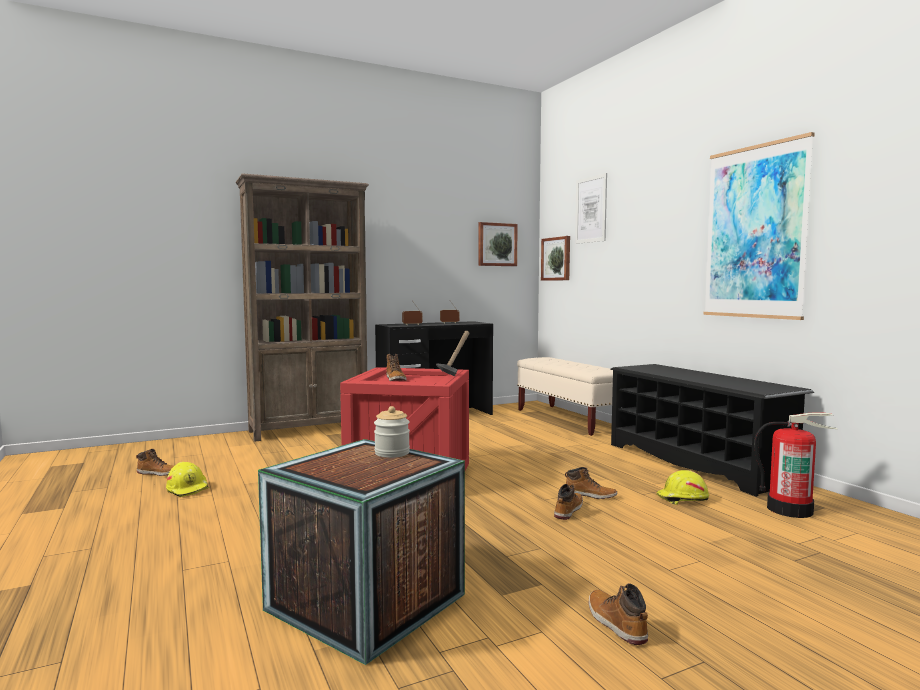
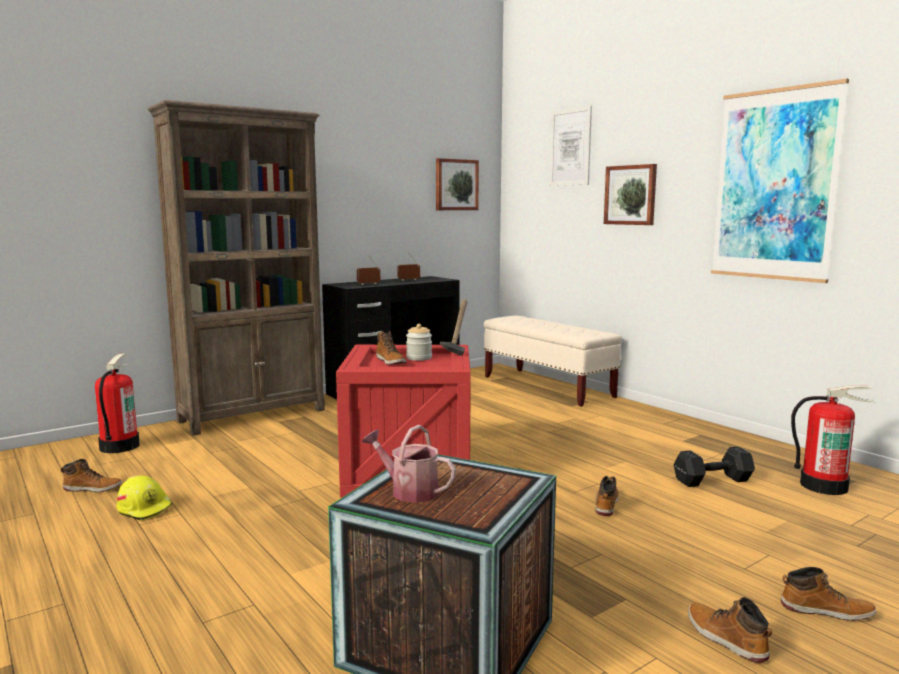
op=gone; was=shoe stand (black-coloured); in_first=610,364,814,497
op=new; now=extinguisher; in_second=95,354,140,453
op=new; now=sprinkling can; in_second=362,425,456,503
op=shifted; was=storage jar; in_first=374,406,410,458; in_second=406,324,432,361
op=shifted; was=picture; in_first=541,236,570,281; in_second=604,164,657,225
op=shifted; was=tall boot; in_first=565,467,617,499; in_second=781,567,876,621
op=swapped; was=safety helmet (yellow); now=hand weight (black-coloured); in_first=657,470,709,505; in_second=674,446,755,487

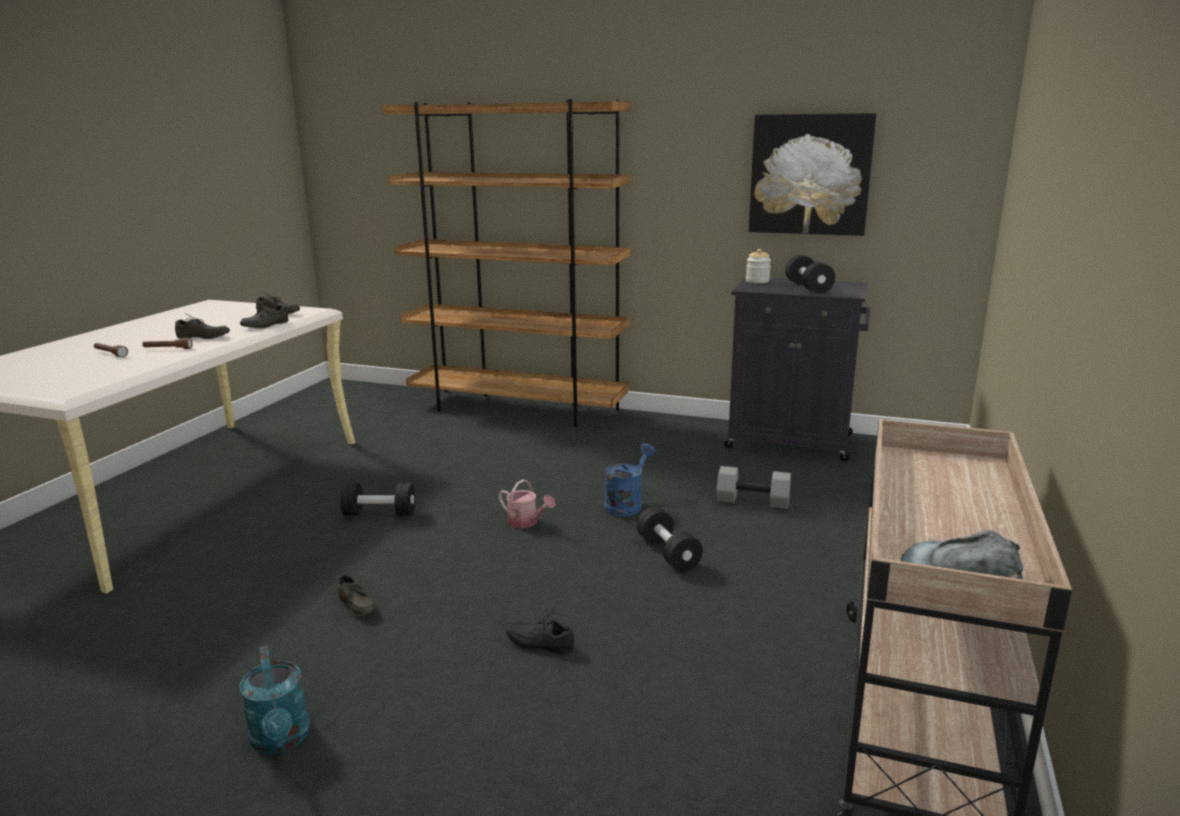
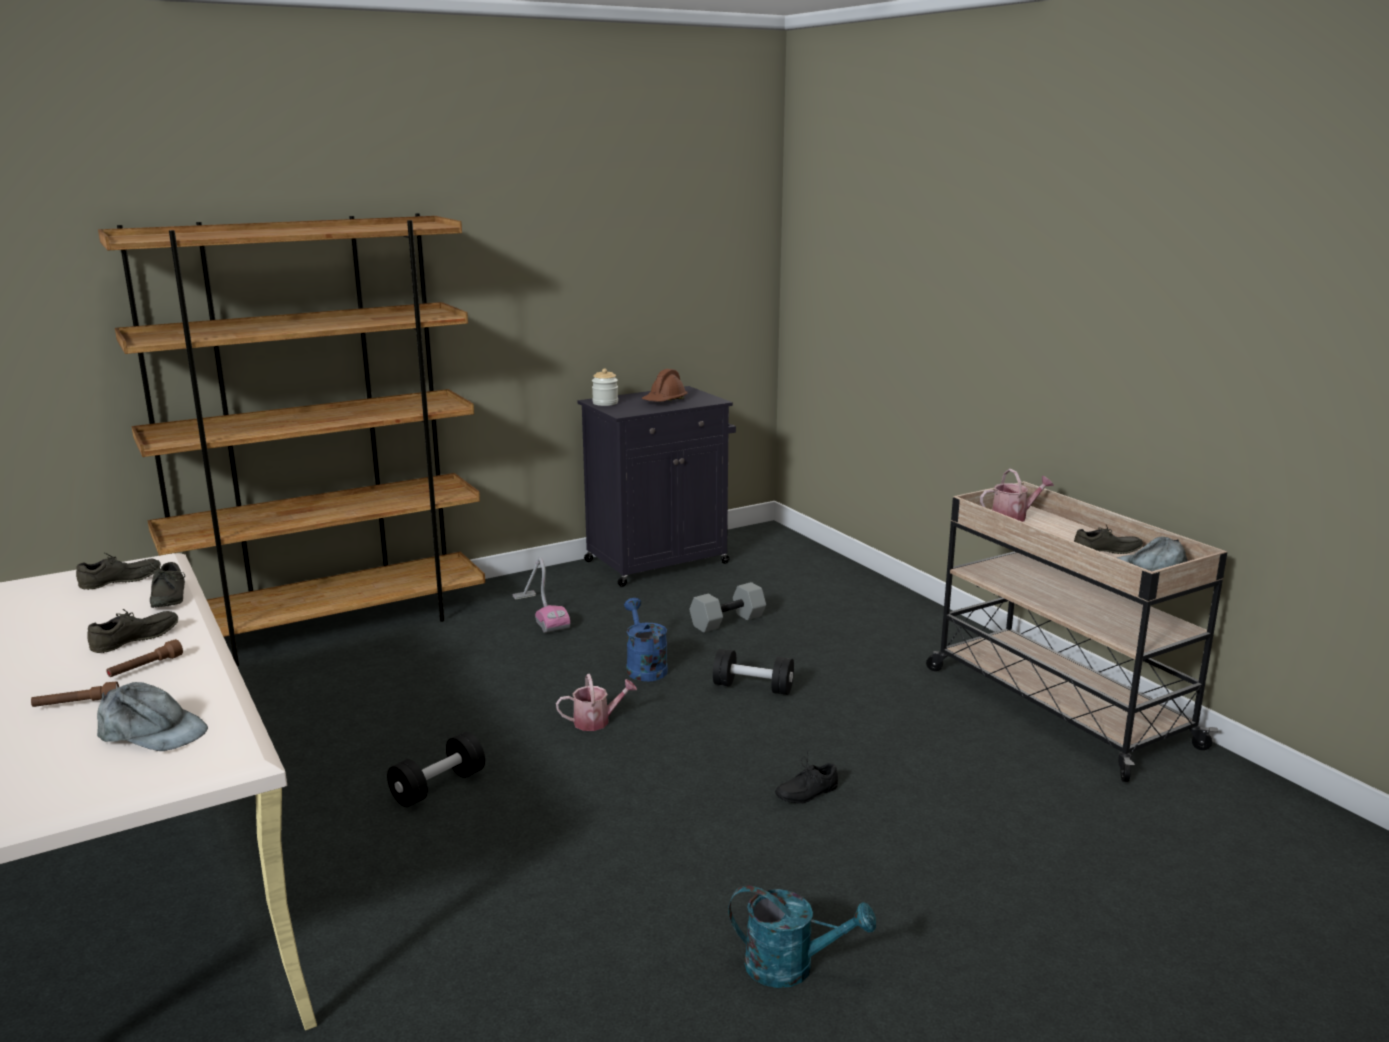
op=gone; was=picture; in_first=749,113,876,236
op=new; now=peaked cap (gray); in_second=97,682,208,751
op=new; now=hoover; in_second=512,557,570,633
op=new; now=sprinkling can; in_second=980,469,1054,522
op=shifted; was=shoe (gray); in_first=332,574,377,617; in_second=1074,525,1143,554
op=swapped; was=hand weight (black-coloured); now=safety helmet (brown-coloured); in_first=785,255,835,294; in_second=642,369,688,402

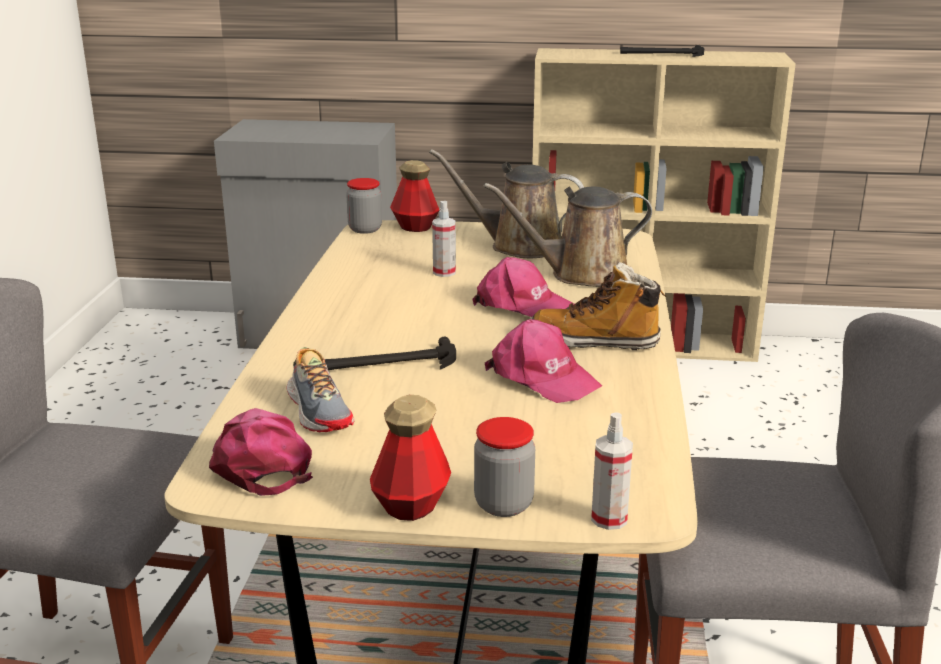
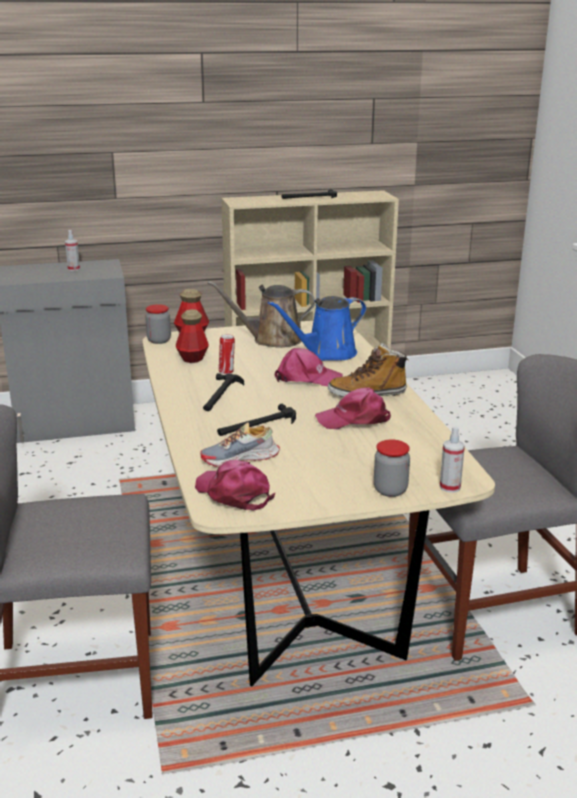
op=new; now=hand hammer; in_second=203,373,244,411
op=new; now=can; in_second=219,334,235,374
op=shifted; was=beverage bottle; in_first=370,395,451,521; in_second=176,309,209,363
op=shifted; was=spray bottle; in_first=432,201,456,277; in_second=65,230,80,271
op=repainted; was=sprinkling can (brown-coloured); now=sprinkling can (bluish); in_first=484,183,652,287; in_second=268,296,367,361
op=rotated; was=shoe; in_first=287,347,354,432; in_second=200,422,280,467; clockwise=120
op=rotated; was=peaked cap (pinkish); in_first=485,319,602,403; in_second=315,387,391,429; clockwise=150

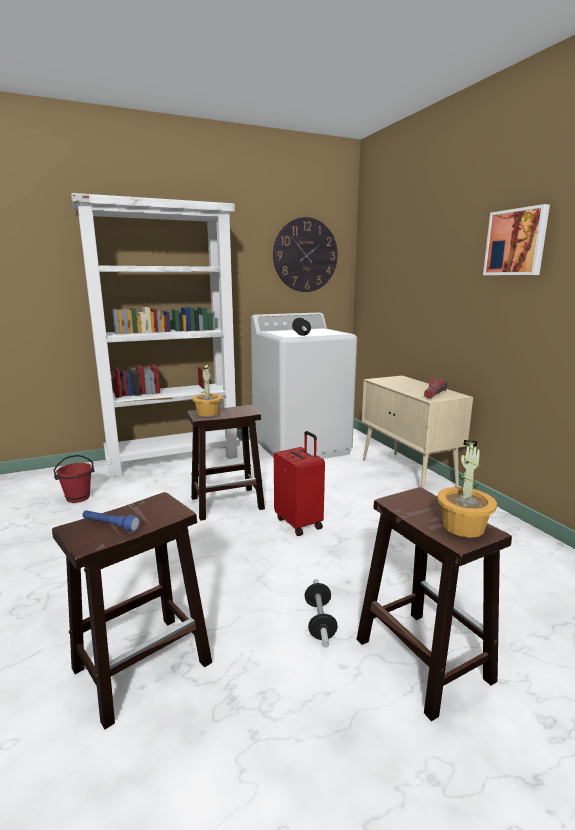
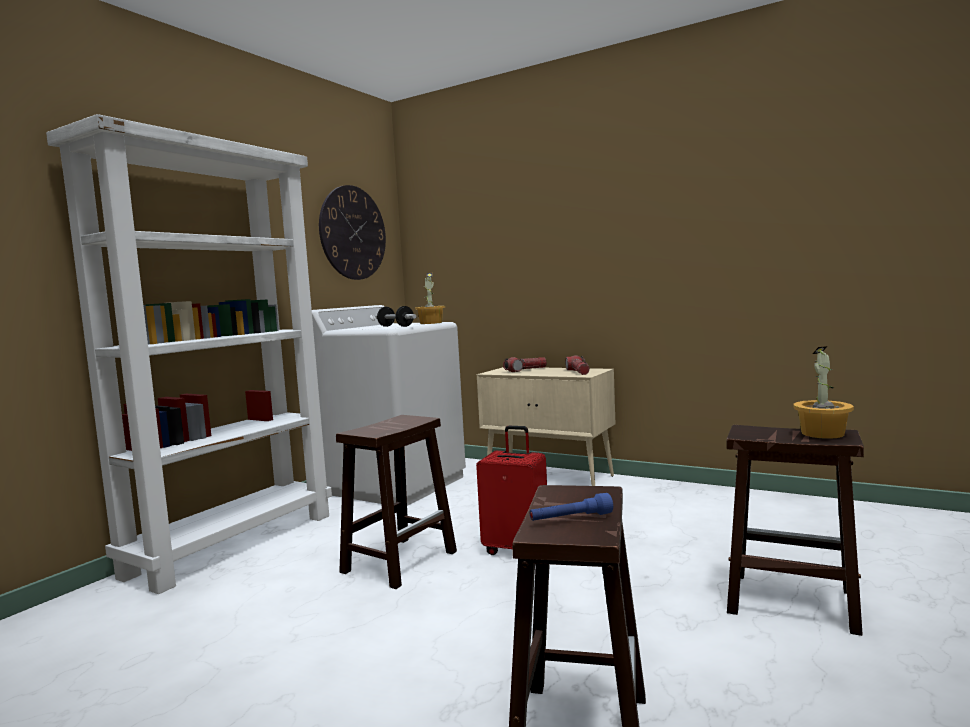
op=gone; was=pail (reddish); in_first=54,455,95,503
op=gone; was=hand weight; in_first=305,579,338,648
op=gone; was=picture; in_first=483,204,550,275
op=new; now=hand torch; in_second=503,357,547,372
op=shifted; was=houseplant; in_first=192,364,223,417; in_second=415,273,445,324

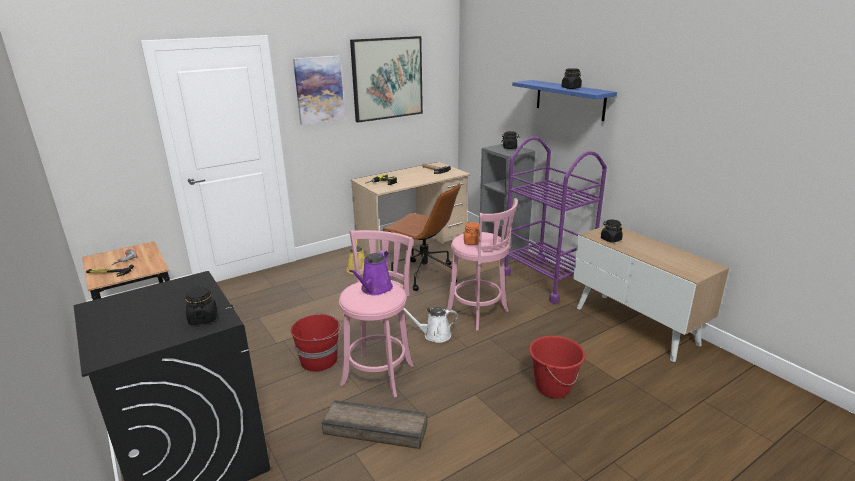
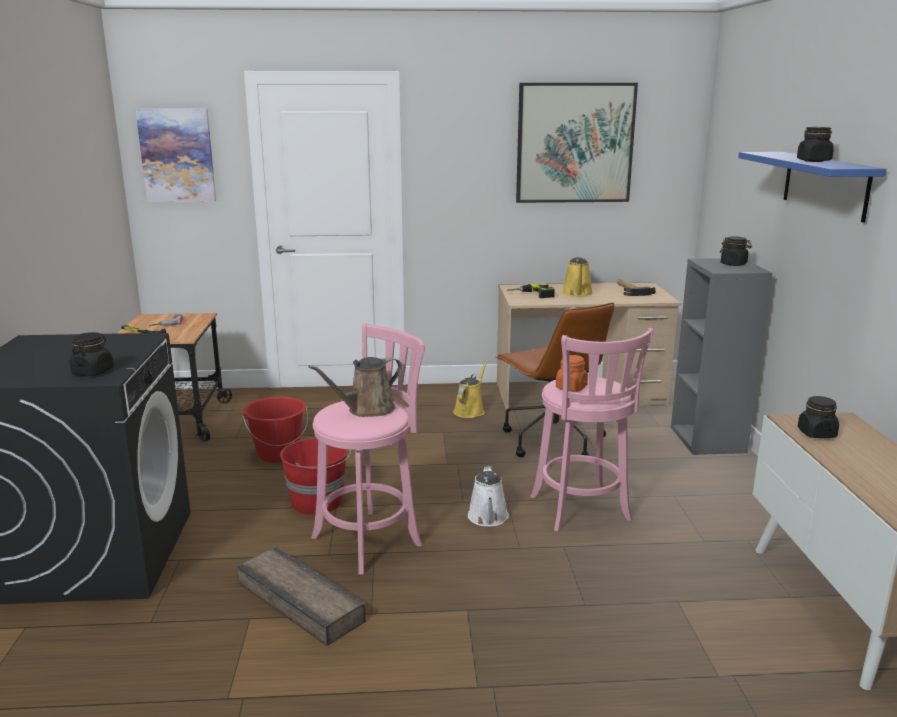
op=gone; was=wheeled cart (purplish); in_first=504,137,607,304
op=new; now=sprinkling can (yellow); in_second=562,257,593,297
op=shifted; was=picture; in_first=293,56,345,125; in_second=135,108,216,202
op=shifted; was=pail (reddish); in_first=529,336,585,399; in_second=243,396,308,463
op=repainted; was=sprinkling can (purplish); now=sprinkling can (brown-coloured); in_first=349,250,393,295; in_second=308,357,402,417
op=rotated; was=sprinkling can (white-coloured); in_first=404,307,458,343; in_second=468,466,509,527; clockwise=-120

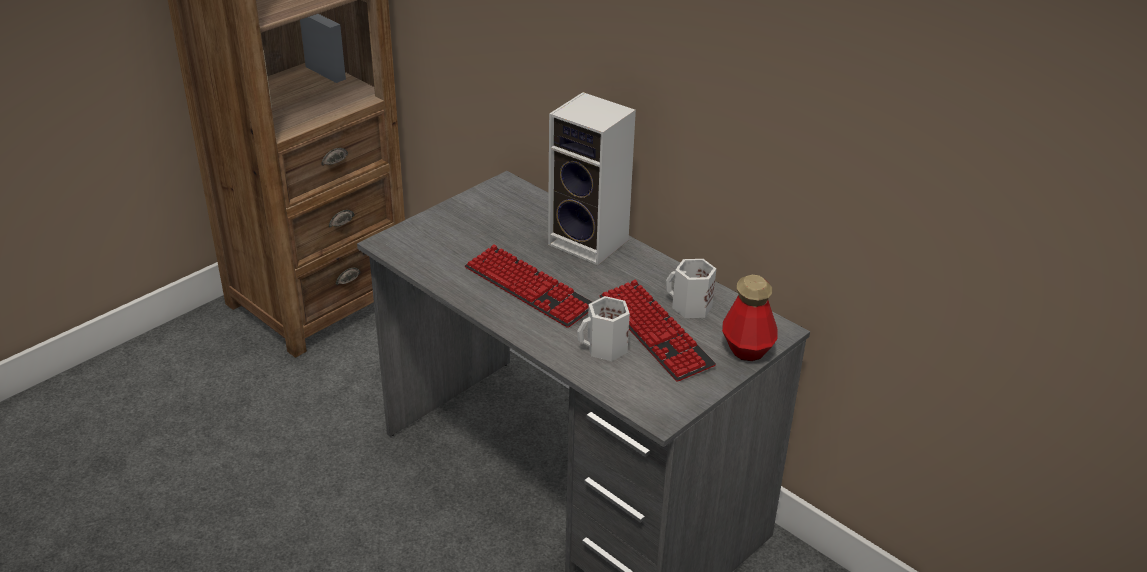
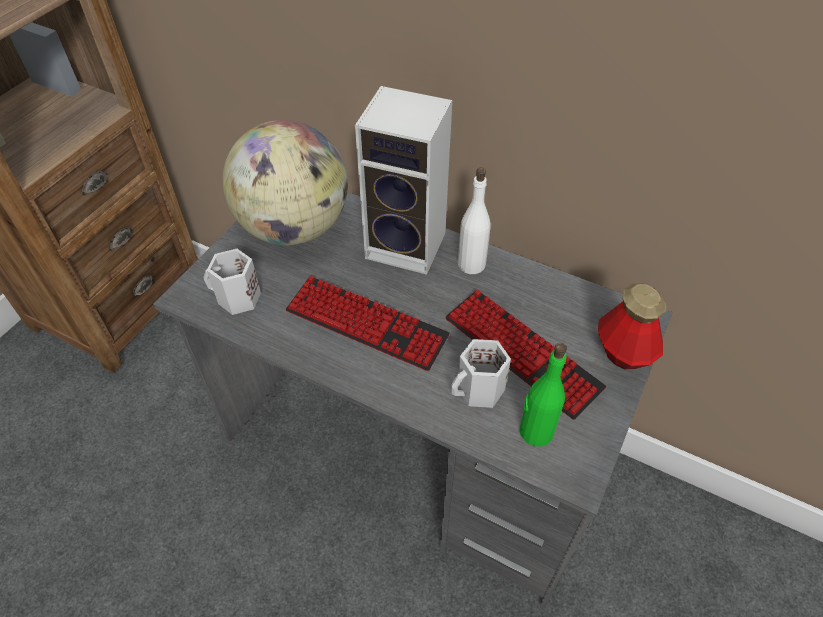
op=new; now=globe; in_second=222,120,348,245
op=new; now=beverage bottle (white-coloured); in_second=458,168,491,274
op=new; now=beverage bottle (green-coloured); in_second=520,343,567,446
op=shifted; was=coffee mug (white-coloured); in_first=666,259,716,318; in_second=203,249,261,315

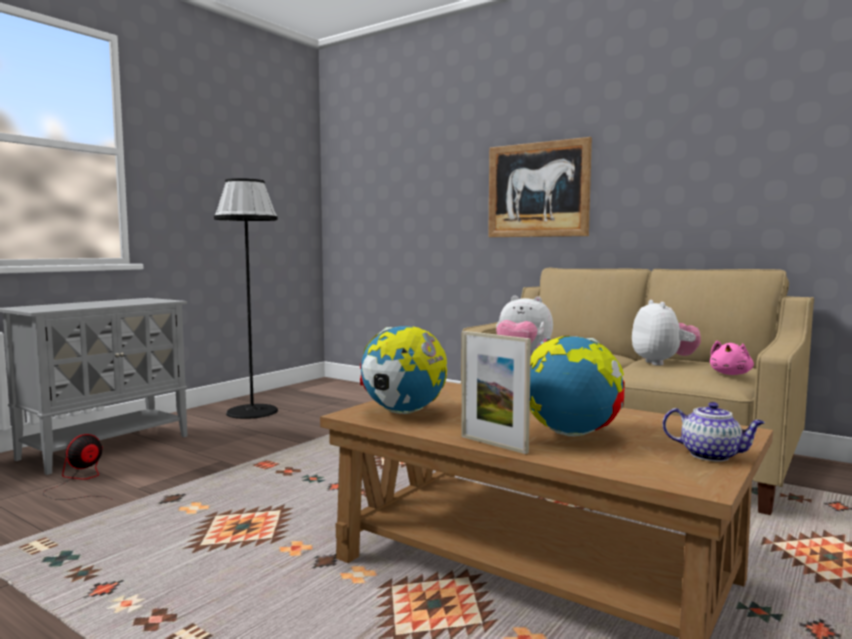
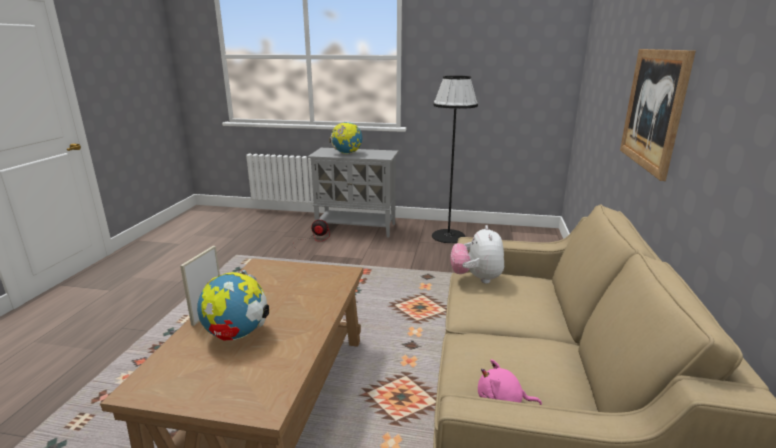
op=gone; was=cuddly toy; in_first=632,300,701,366
op=gone; was=tea pot; in_first=663,402,765,462
op=shifted; was=globe; in_first=360,326,447,414; in_second=330,122,362,154

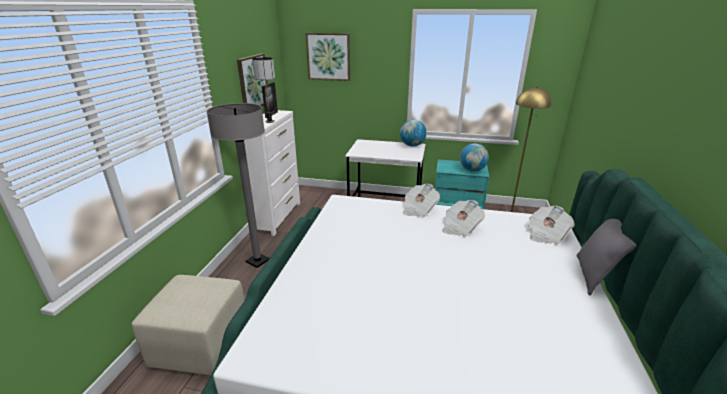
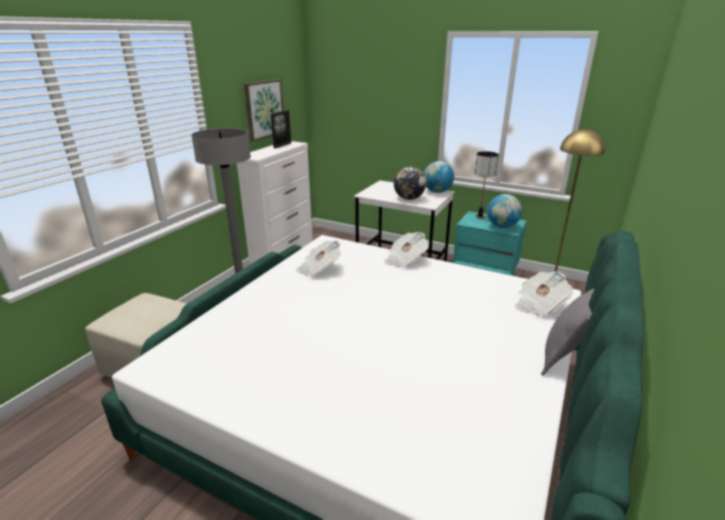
op=gone; was=picture; in_first=305,33,350,81
op=new; now=globe; in_second=394,167,426,200
op=shifted; was=lamp for a table; in_first=252,57,275,123; in_second=475,151,499,219
op=shifted; was=daily paper; in_first=442,200,485,237; in_second=296,241,341,277

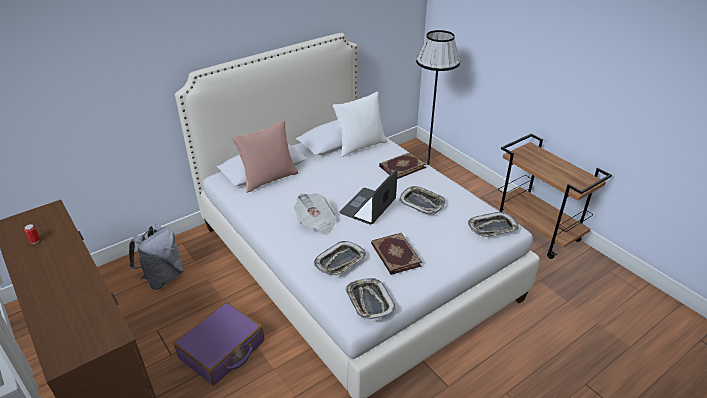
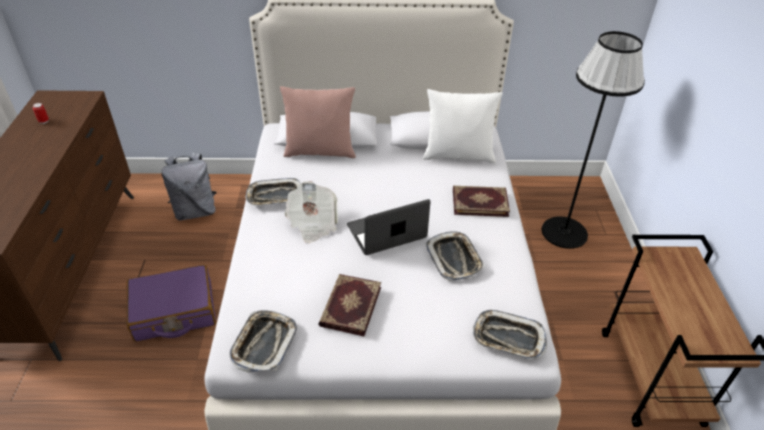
op=shifted; was=serving tray; in_first=314,241,366,276; in_second=245,178,301,206

